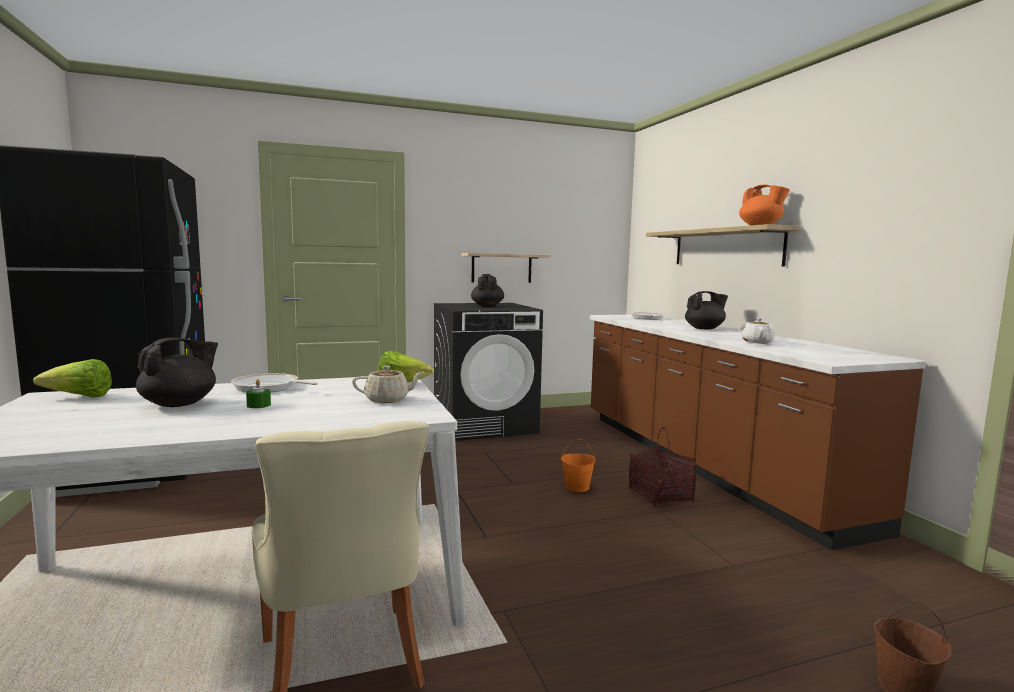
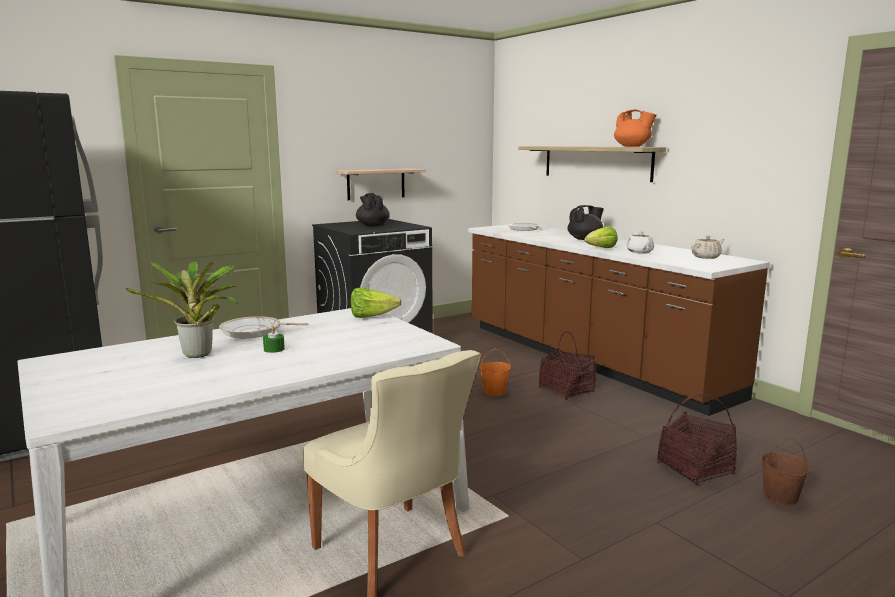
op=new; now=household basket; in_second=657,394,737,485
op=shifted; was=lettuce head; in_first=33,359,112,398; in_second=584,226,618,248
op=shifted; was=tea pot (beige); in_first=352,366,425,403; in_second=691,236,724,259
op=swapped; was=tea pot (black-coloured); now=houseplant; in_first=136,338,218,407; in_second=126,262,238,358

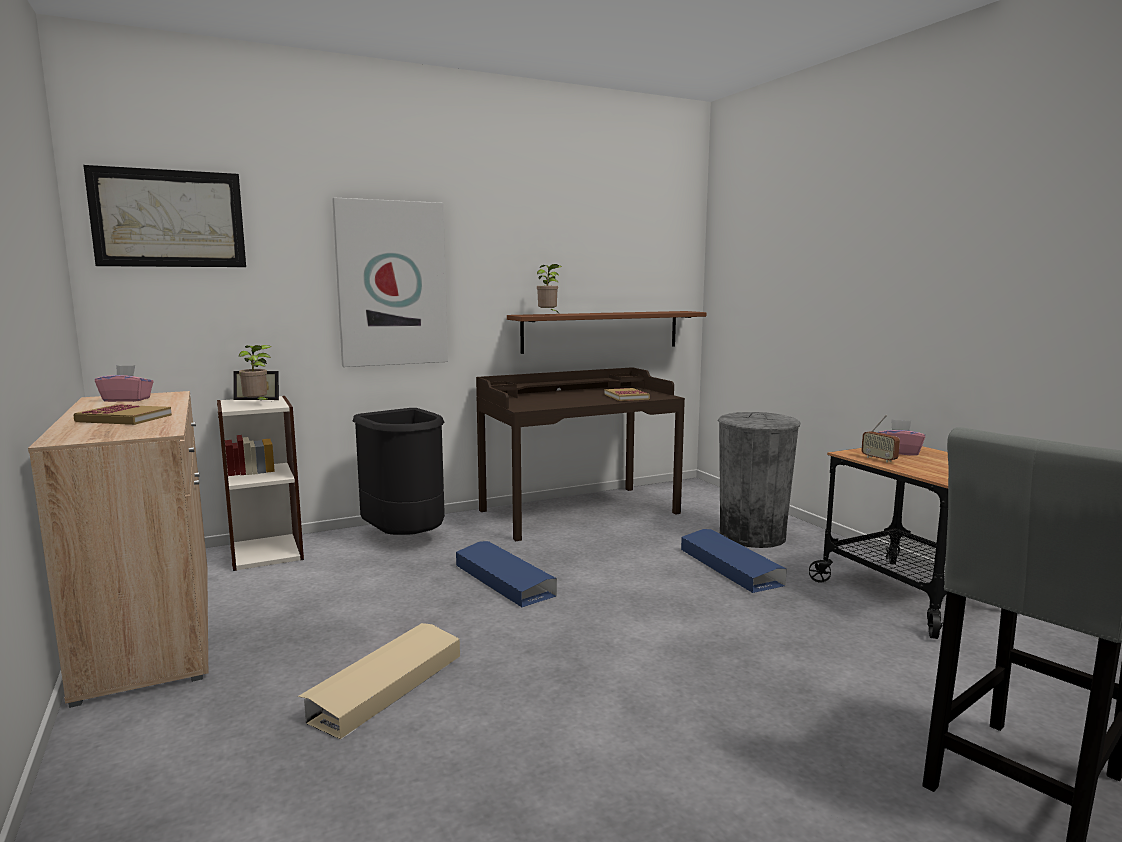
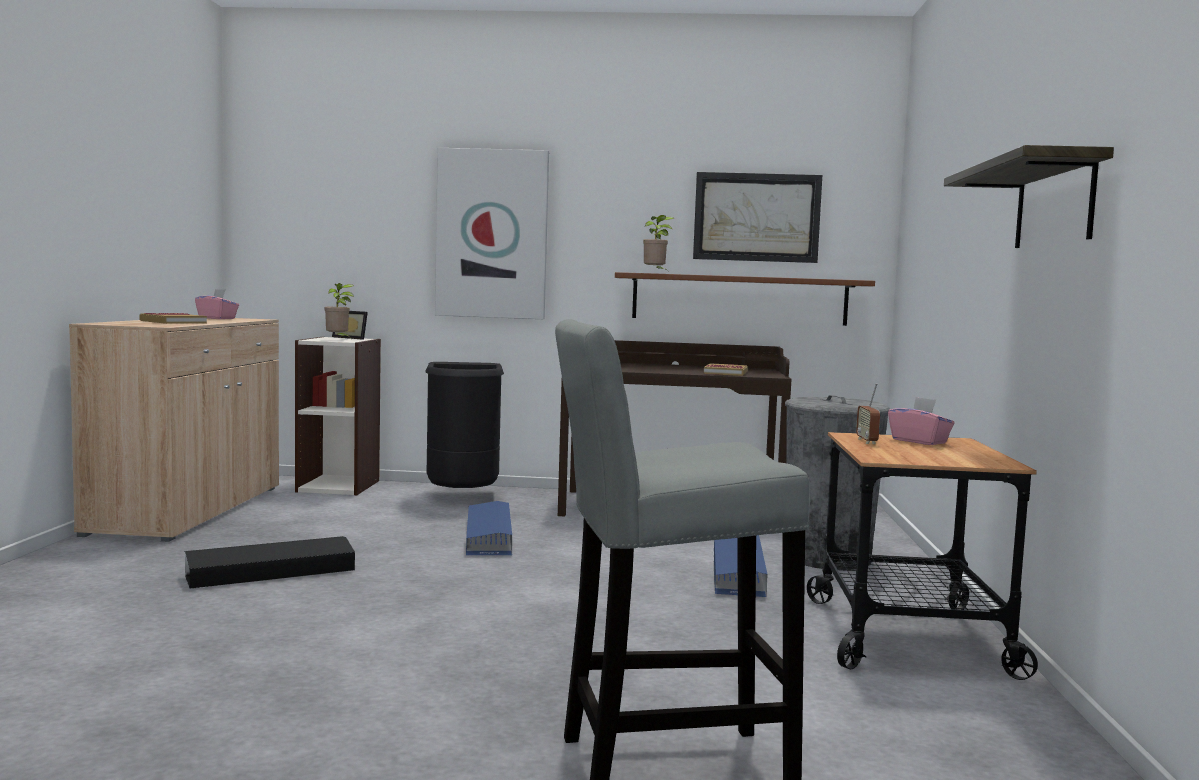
op=new; now=bracket shelf; in_second=944,145,1114,248
op=shifted; was=picture; in_first=83,165,246,267; in_second=693,172,822,263
op=repainted; was=storage box (beige); now=storage box (black-coloured); in_first=298,623,460,739; in_second=184,536,355,589

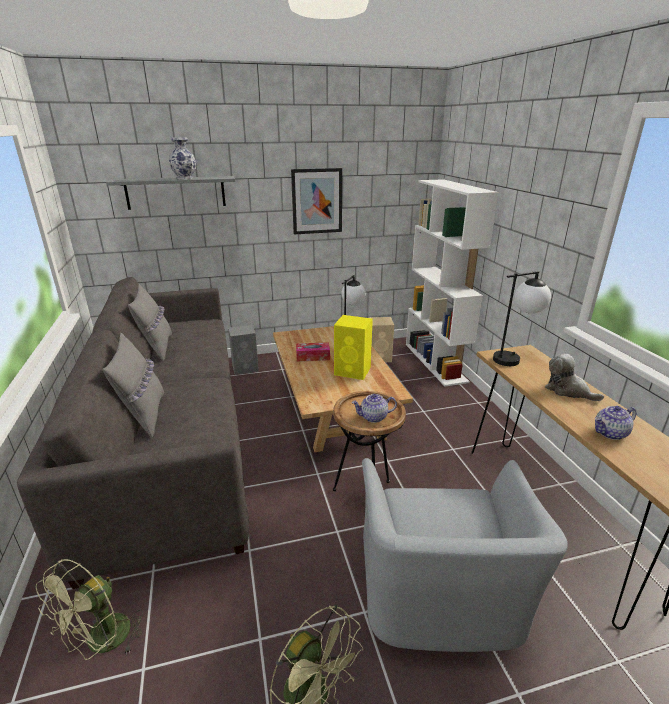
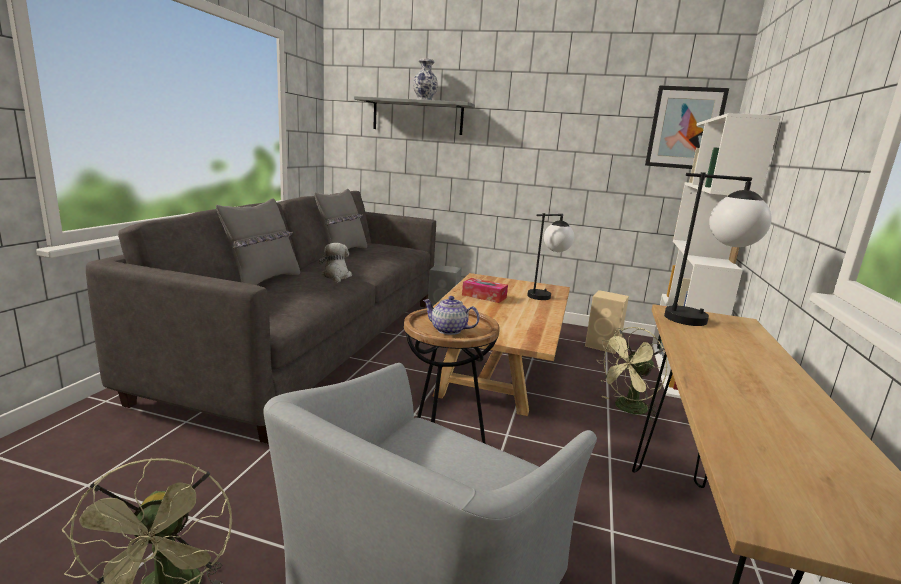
op=gone; was=loudspeaker (yellow); in_first=334,315,373,380
op=gone; was=tea pot; in_first=595,406,637,440
op=shifted; was=electric fan (green-coloured); in_first=36,559,143,660; in_second=596,327,668,420
op=shifted; was=picture; in_first=291,168,342,235; in_second=645,86,729,169
op=shifted; was=cuddly toy; in_first=545,354,604,401; in_second=319,243,352,283

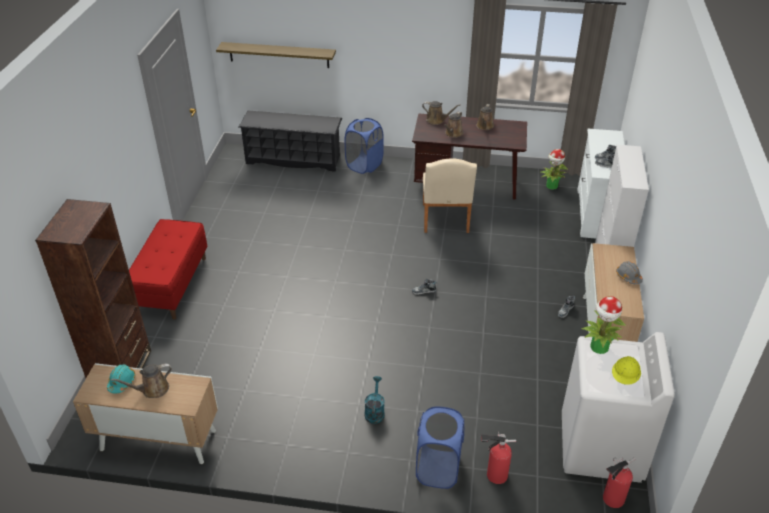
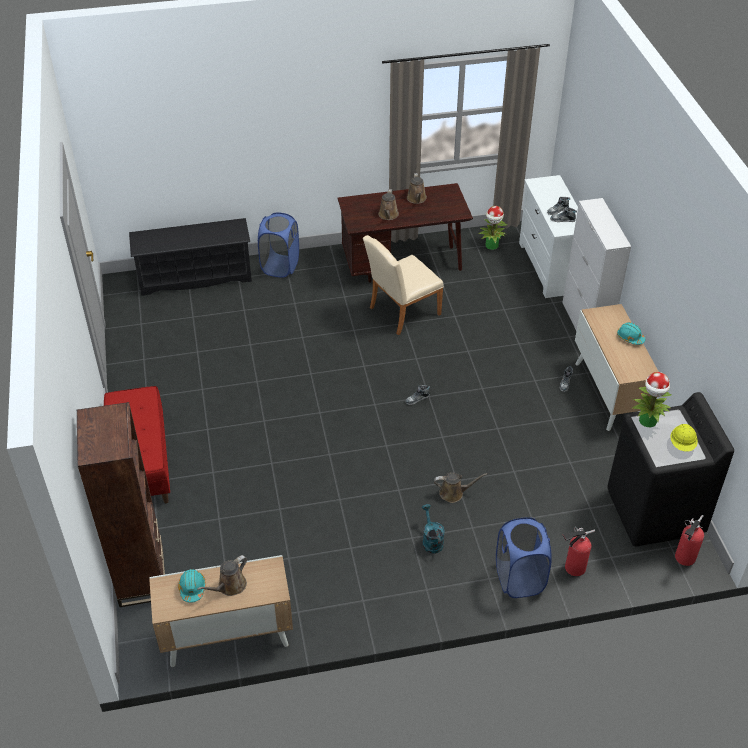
op=gone; was=bracket shelf; in_first=216,42,336,68
op=shifted; was=sprinkling can (brown-coloured); in_first=422,101,461,125; in_second=434,472,487,503
op=repainted; was=washing machine (white-coloured); now=washing machine (black-coloured); in_first=562,332,675,483; in_second=607,392,734,547
op=repainted; was=safety helmet (gray); now=safety helmet (turquoise); in_first=616,261,643,284; in_second=617,322,645,345
op=rotated; was=chair (beige); in_first=423,158,477,233; in_second=363,235,444,335; clockwise=75

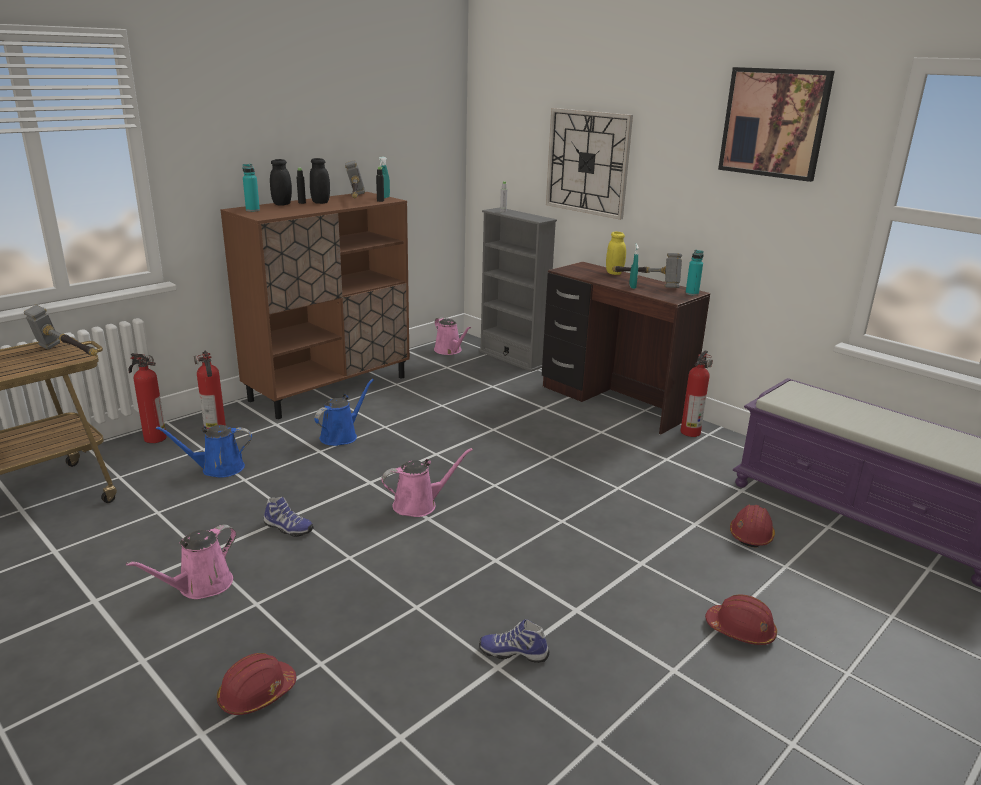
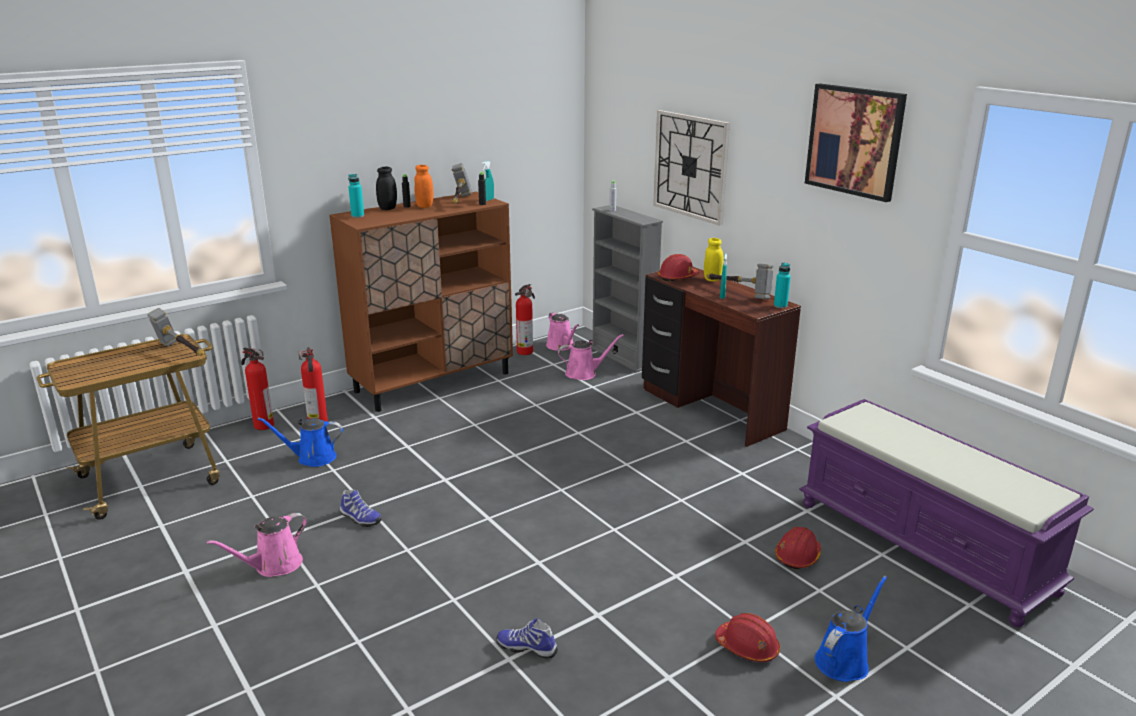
op=shifted; was=safety helmet (reddish); in_first=217,653,296,715; in_second=658,254,699,282
op=shifted; was=sprinkling can (bluish); in_first=315,379,374,446; in_second=815,576,887,682
op=shifted; was=sprinkling can (pinkish); in_first=381,448,473,517; in_second=558,334,624,380
op=shifted; was=extinguisher; in_first=681,351,713,437; in_second=515,284,535,355
op=repainted; was=storage jar (black-coloured); now=storage jar (orange); in_first=310,158,330,204; in_second=414,165,433,208

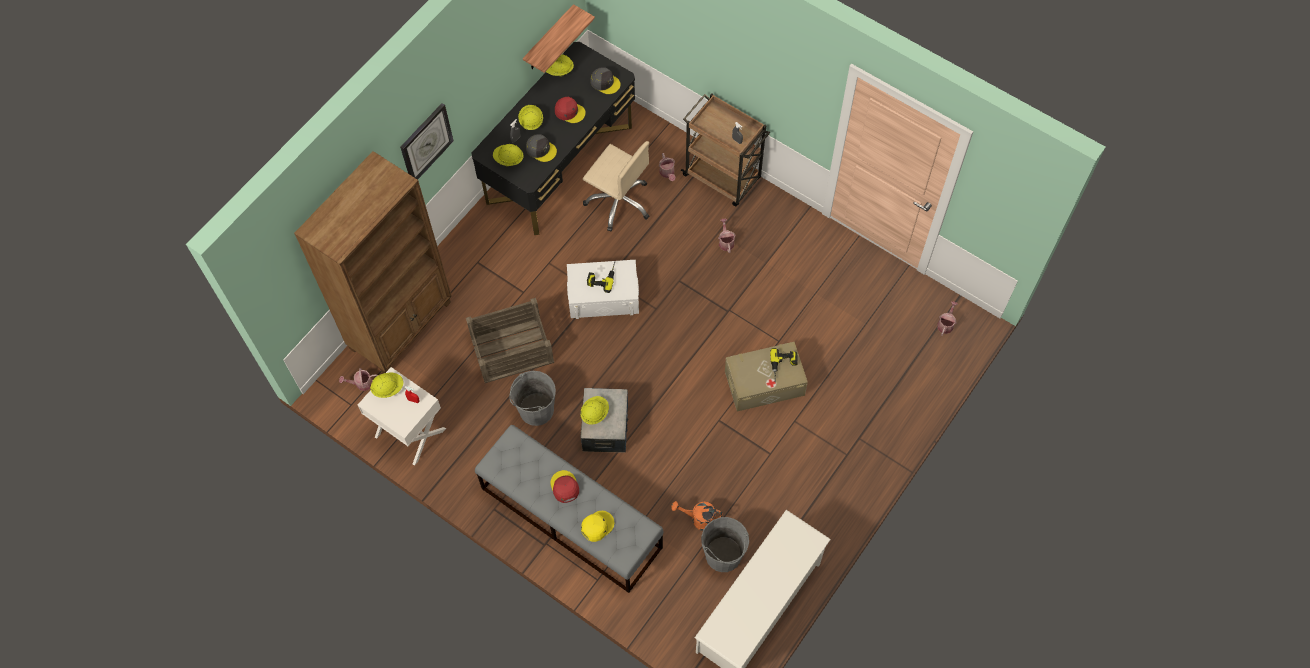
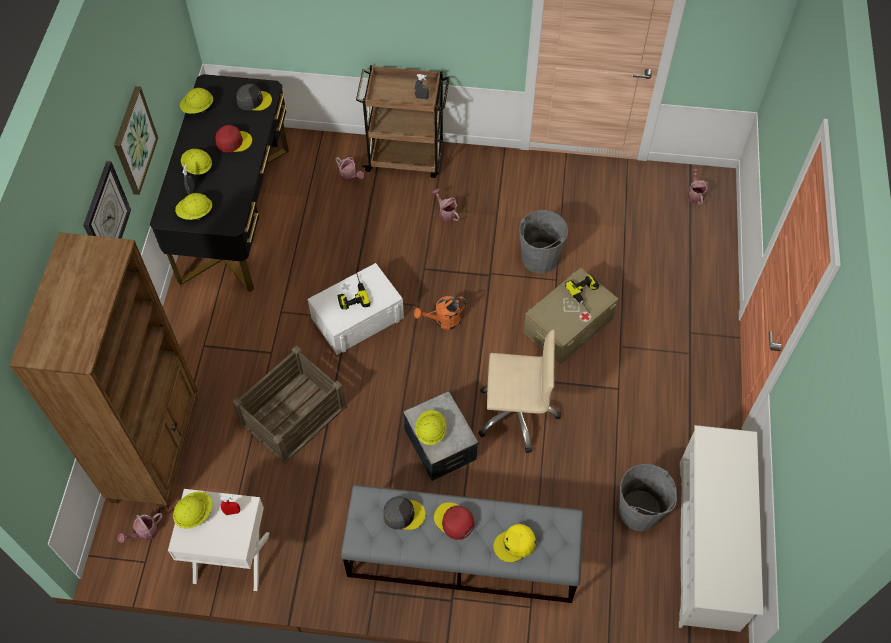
op=gone; was=bracket shelf; in_first=523,4,595,73
op=new; now=picture; in_second=114,86,158,195
op=shifted; was=pail (gray); in_first=509,371,556,426; in_second=519,210,568,274
op=shifted; was=peaked cap (gray); in_first=526,134,557,162; in_second=383,496,426,530
op=shifted; was=desk chair (beige); in_first=583,141,649,232; in_second=478,330,561,453
op=shifted; was=sprinkling can (orange); in_first=671,501,723,531; in_second=414,296,466,330
op=rotated; was=peaked cap (yellow); in_first=581,511,614,542; in_second=493,524,536,562; clockwise=-135

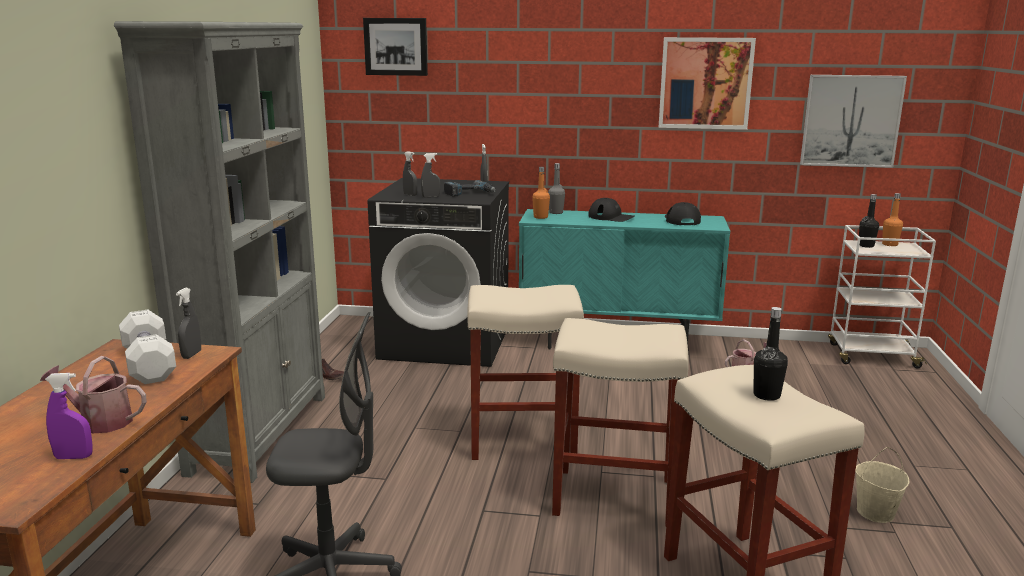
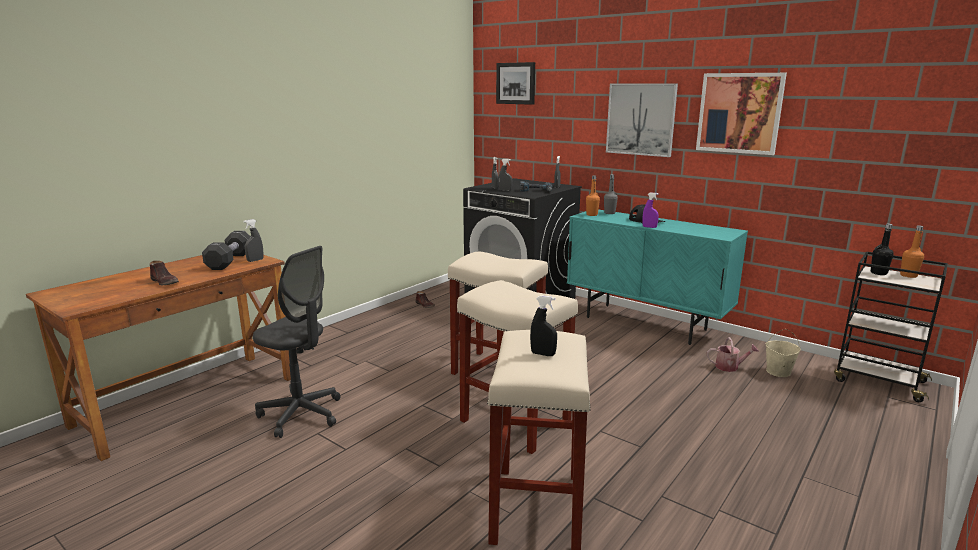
op=gone; was=bookcase (gray); in_first=114,21,325,483
op=gone; was=peaked cap (black-coloured); in_first=665,202,701,225
op=shifted; was=spray bottle (purplish); in_first=45,373,93,459; in_second=642,192,659,228
op=shifted; was=picture; in_first=800,75,907,168; in_second=606,83,678,157
op=shifted; was=pail (beige); in_first=855,447,909,523; in_second=765,329,801,377
op=swapped; was=sprinkling can; now=shoe (brown-coloured); in_first=40,356,147,433; in_second=150,261,179,285
op=swapped; was=beverage bottle (black-coloured); now=spray bottle (black-coloured); in_first=753,307,788,401; in_second=530,295,557,356
op=repainted; was=hand weight (white-coloured); now=hand weight (black-coloured); in_first=119,310,176,384; in_second=202,231,251,270
op=repainted; was=wheeled cart (white-coloured); now=wheeled cart (black-coloured); in_first=828,225,936,369; in_second=834,252,948,402

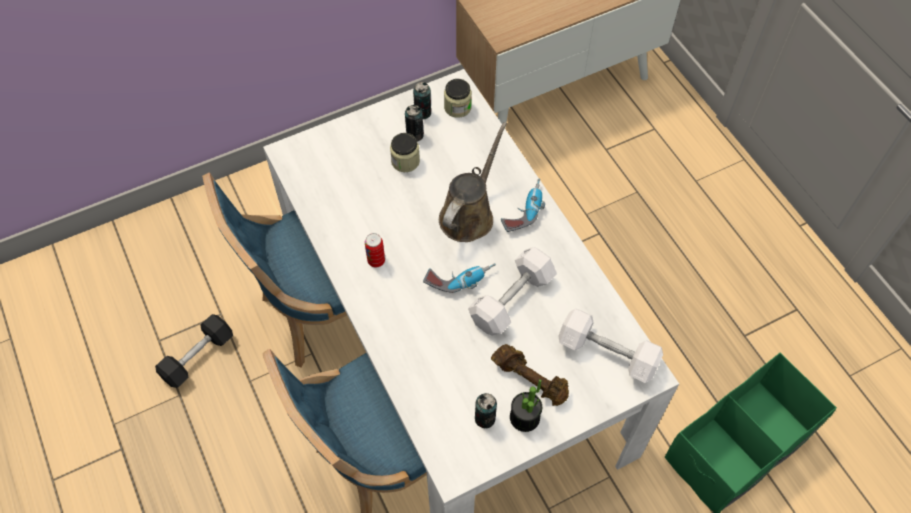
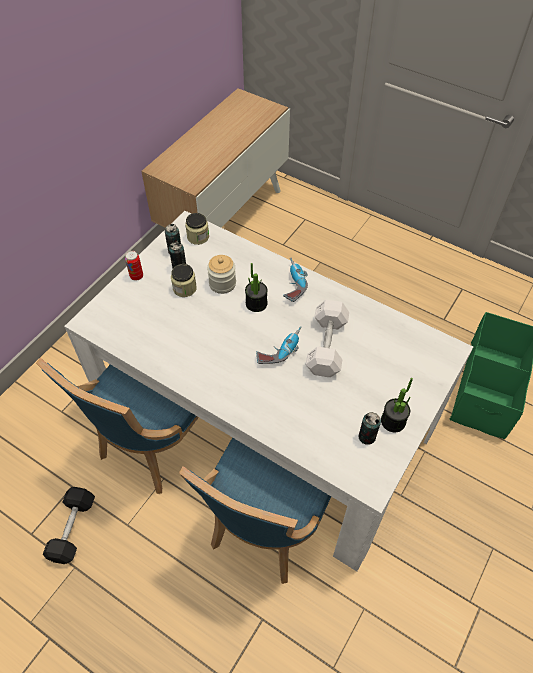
op=gone; was=hand weight (brown-coloured); in_first=491,344,569,406
op=gone; was=hand weight (white-coloured); in_first=559,309,663,383
op=new; now=storage jar; in_second=207,255,236,294
op=shifted; was=can; in_first=365,233,385,268; in_second=125,251,143,281
op=swapped; was=sprinkling can (brown-coloured); now=houseplant; in_first=439,122,507,242; in_second=245,263,268,312

